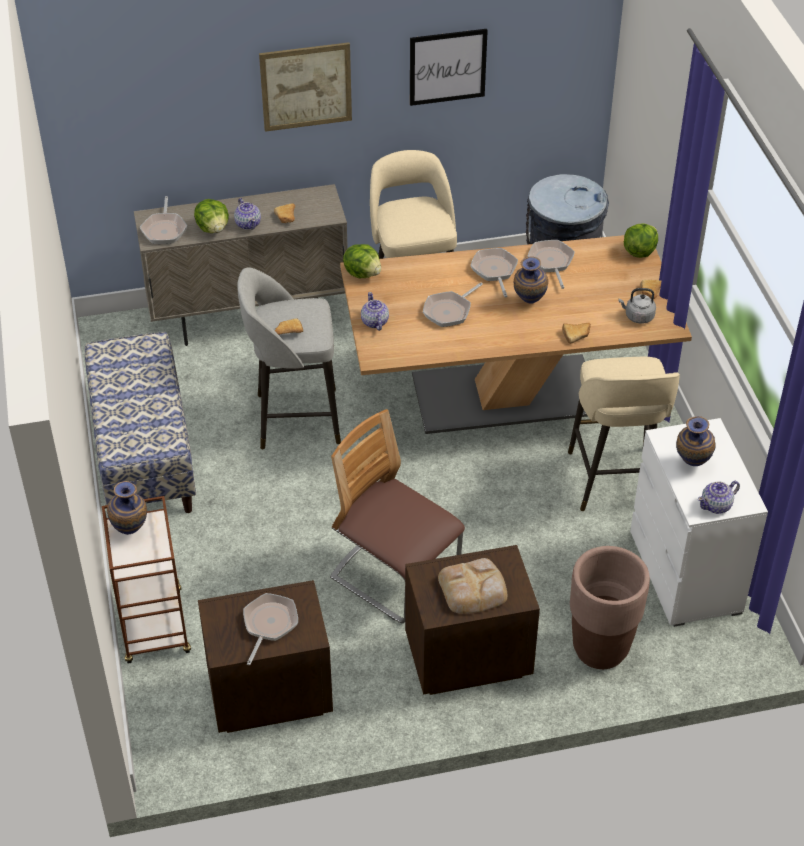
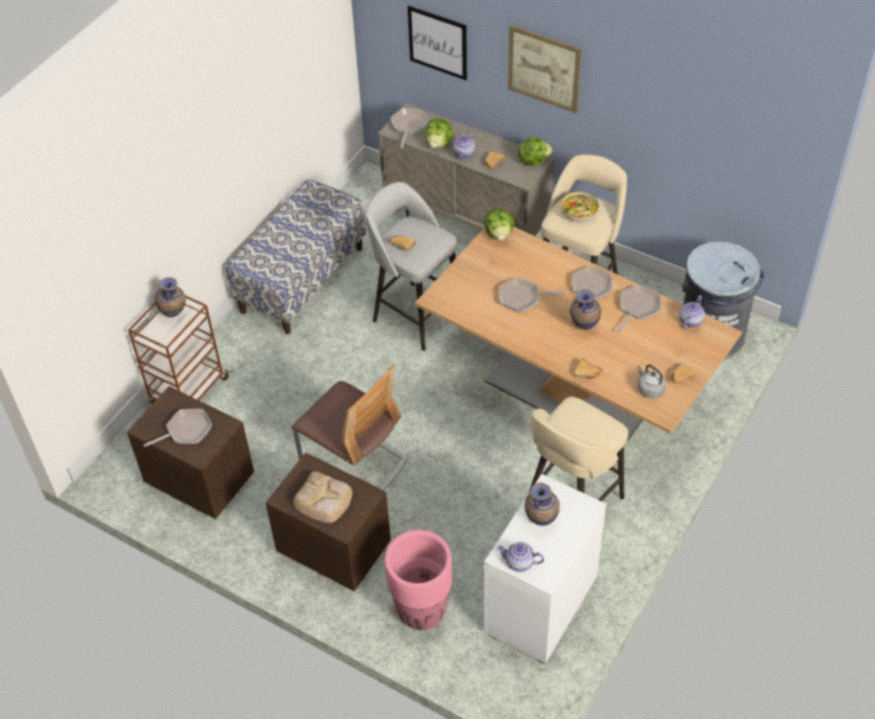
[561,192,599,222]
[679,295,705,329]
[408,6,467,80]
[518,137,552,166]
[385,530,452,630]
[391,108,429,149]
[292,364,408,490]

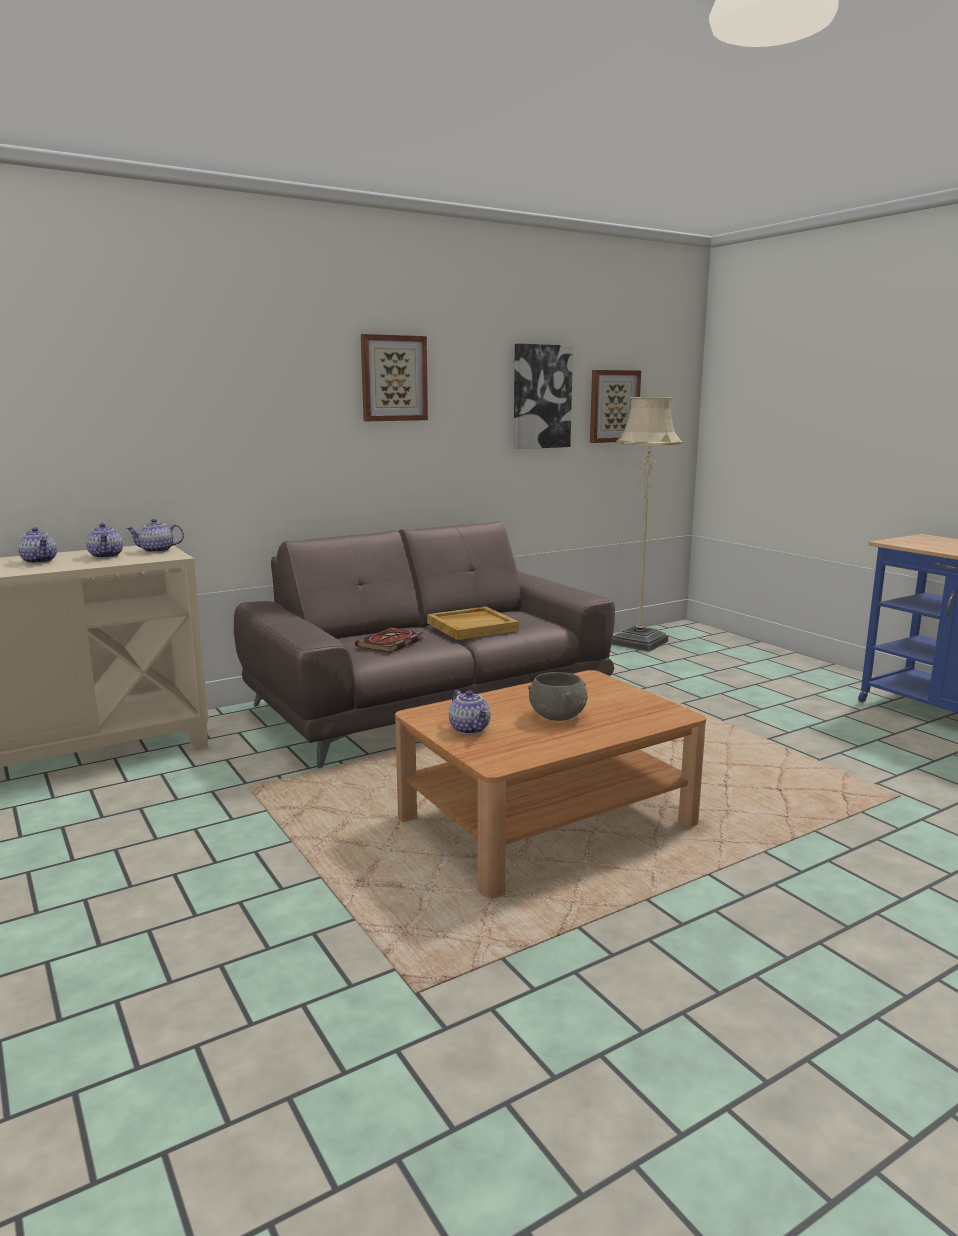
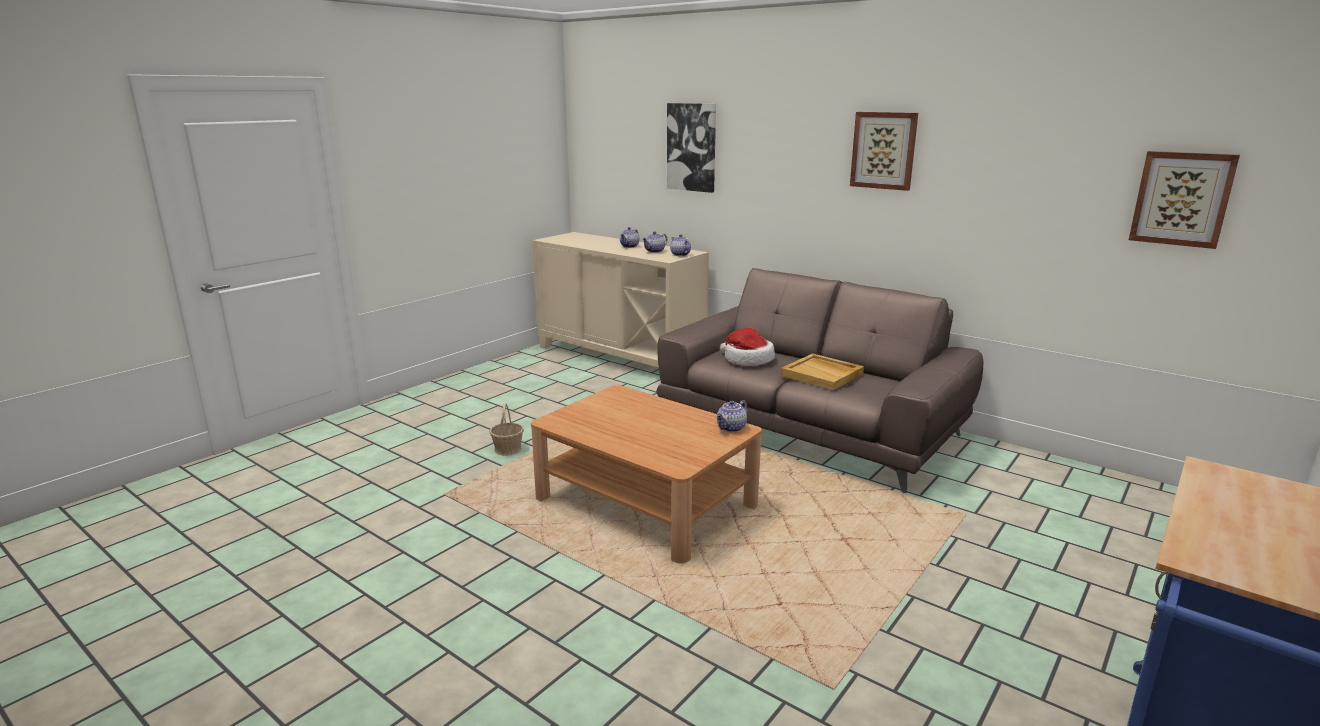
[528,672,588,721] (first image)
[611,397,682,652] (first image)
[490,403,524,456]
[716,400,747,432]
[667,103,716,193]
[720,328,775,366]

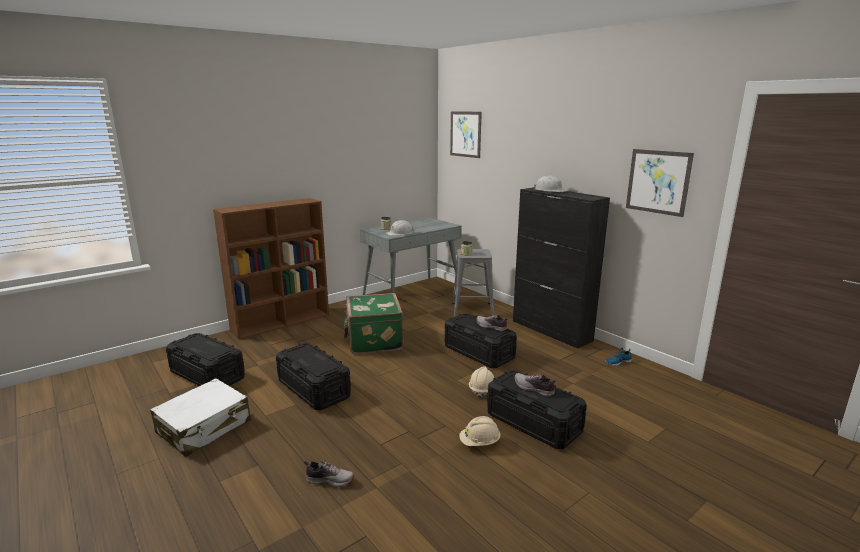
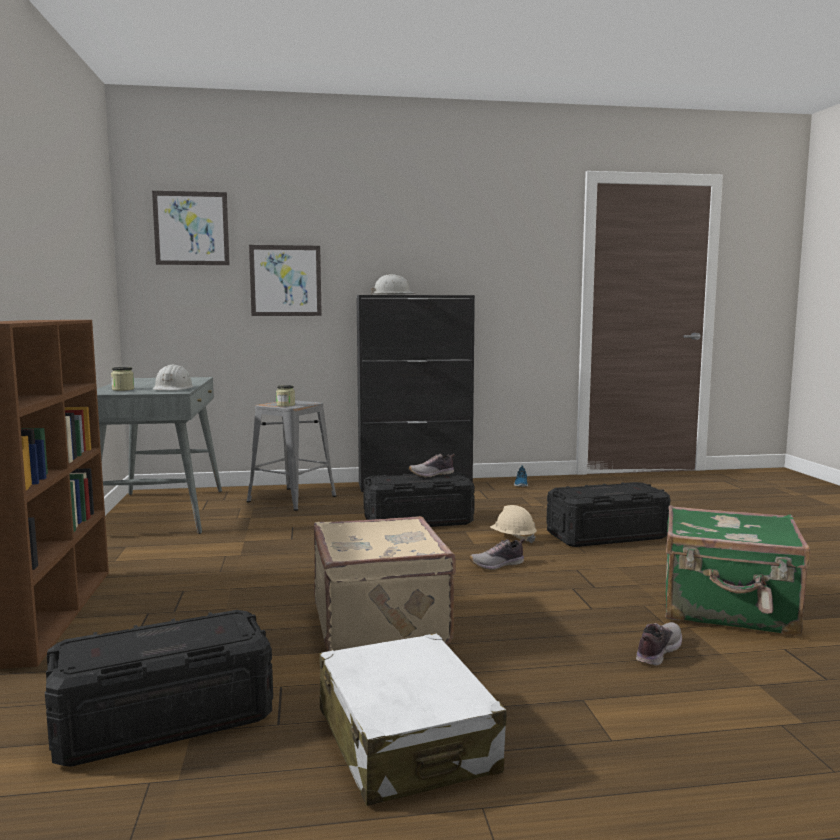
[459,416,501,446] (first image)
[666,505,810,636]
[469,539,525,570]
[249,245,322,316]
[313,516,456,652]

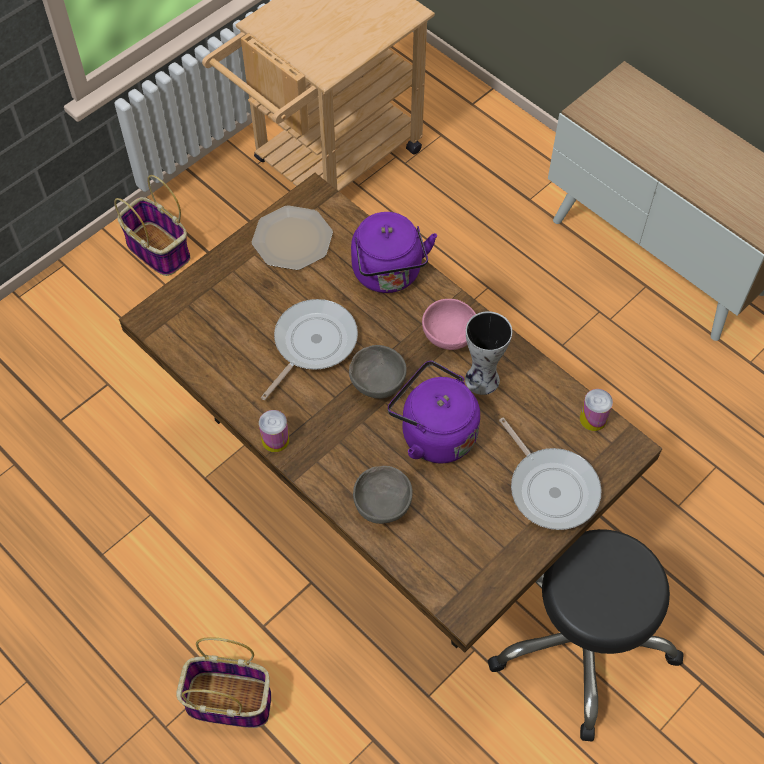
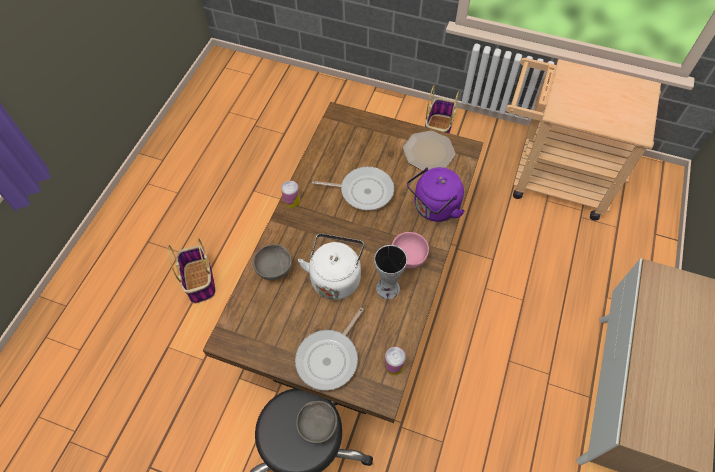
[296,401,337,444]
[298,234,364,300]

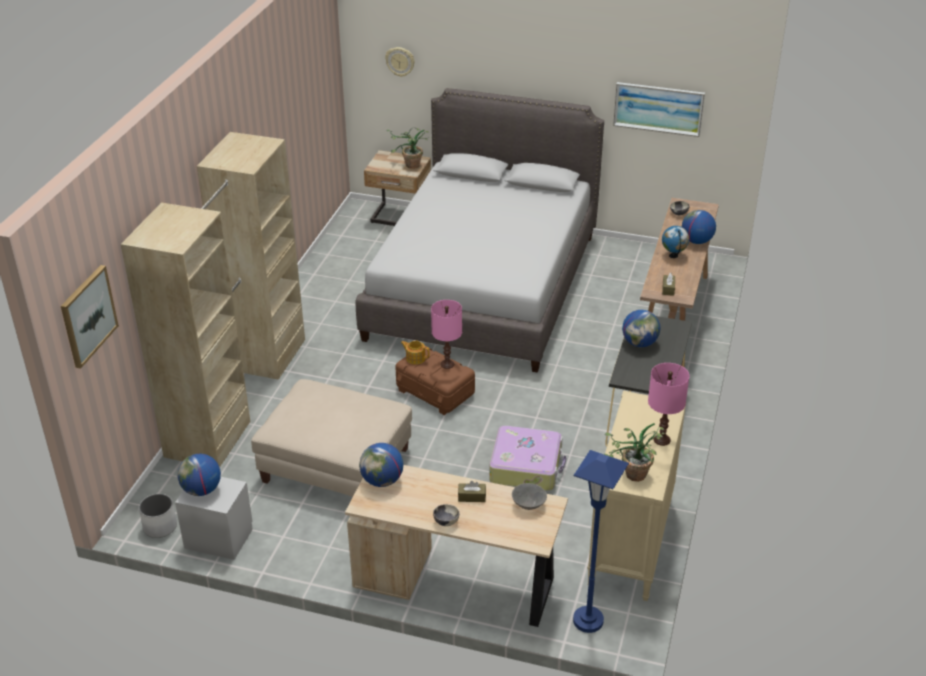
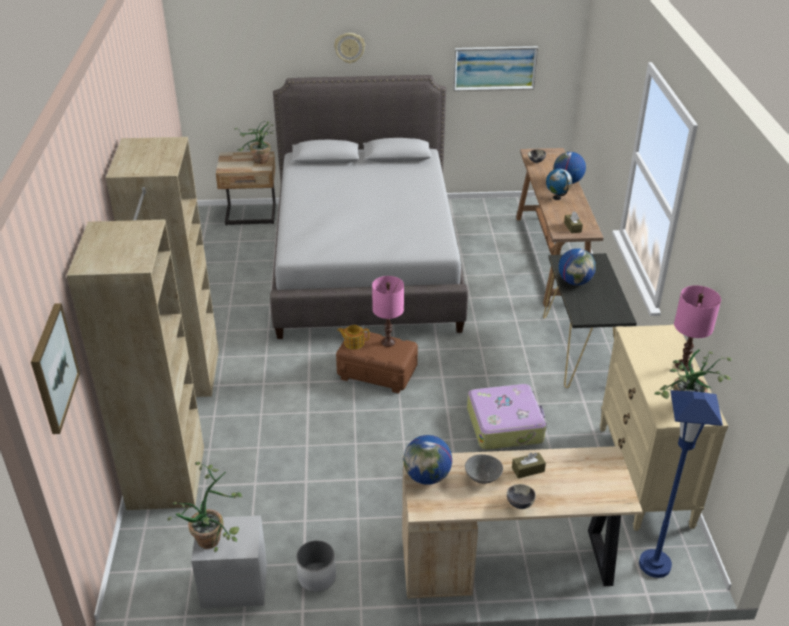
[251,379,412,497] (first image)
[296,540,336,592]
[334,33,365,64]
[465,454,503,484]
[168,462,243,552]

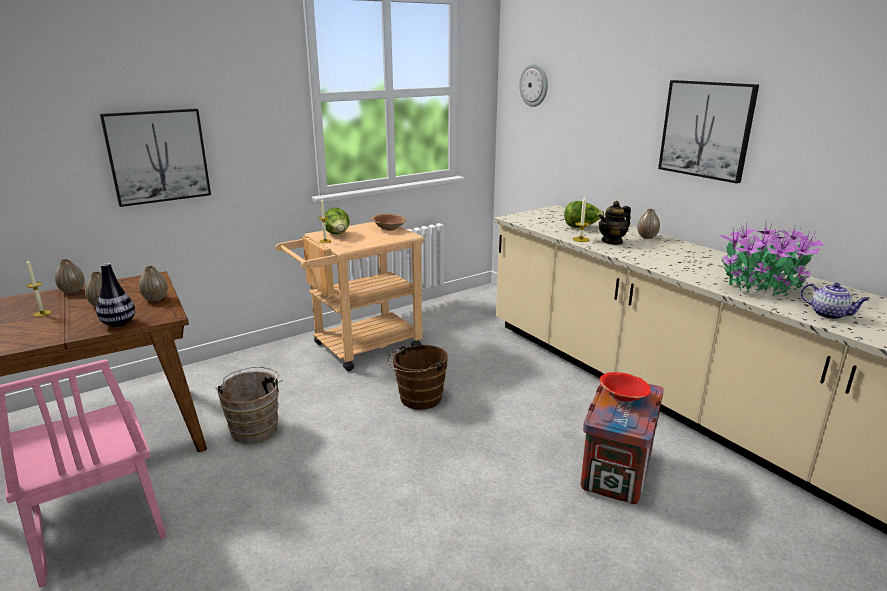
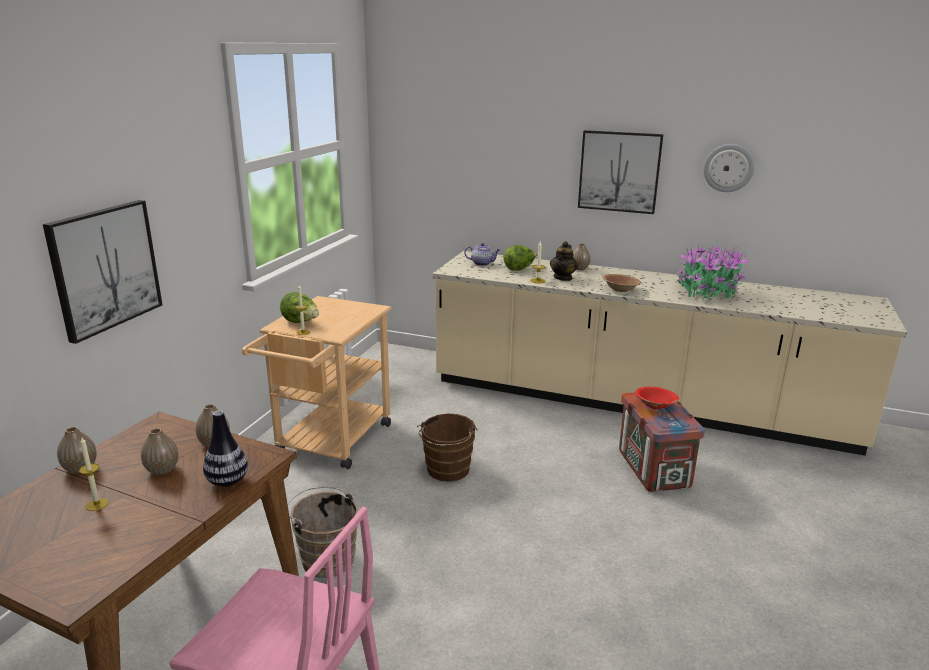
[602,274,641,292]
[703,144,754,192]
[464,243,500,266]

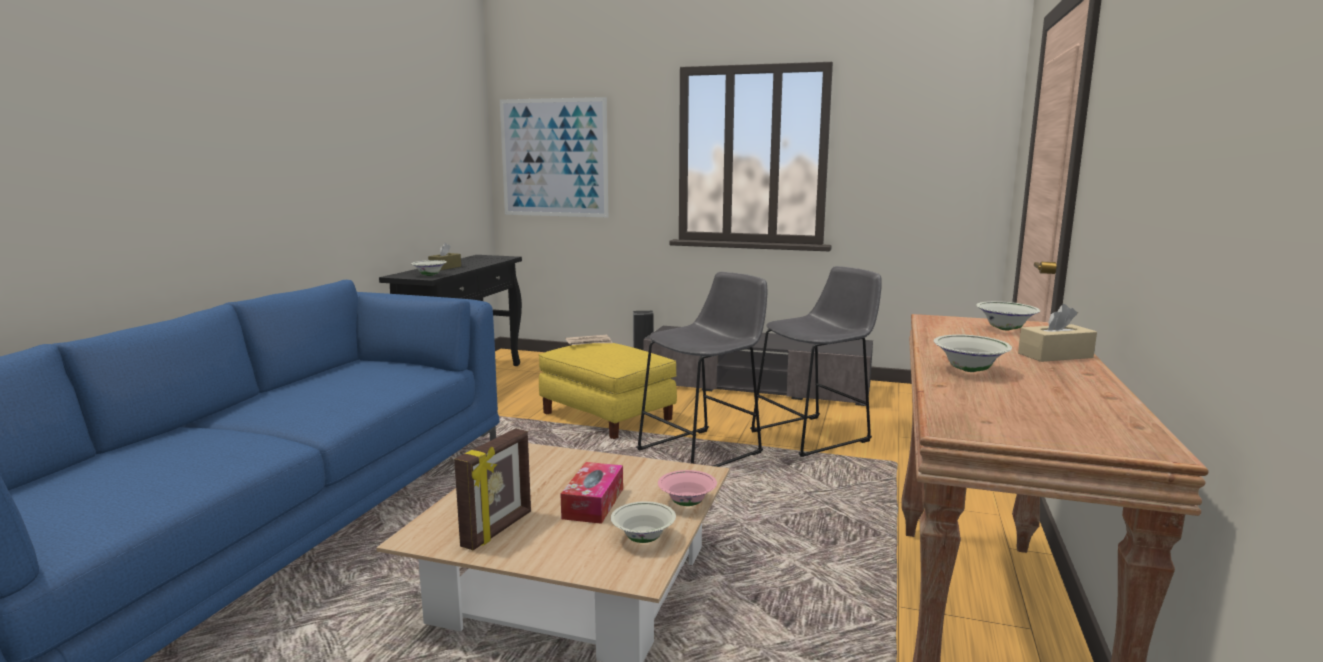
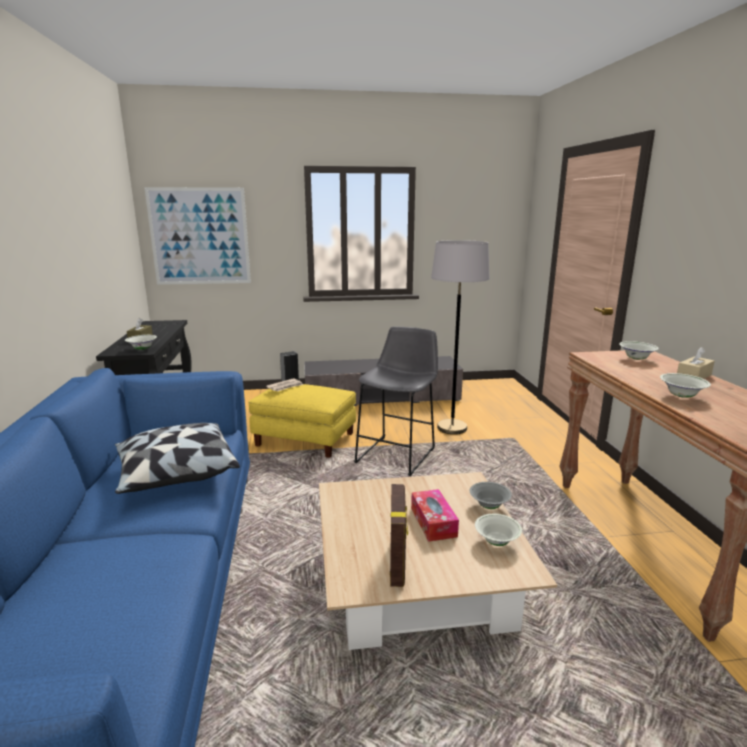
[115,423,240,494]
[431,240,490,434]
[470,482,512,509]

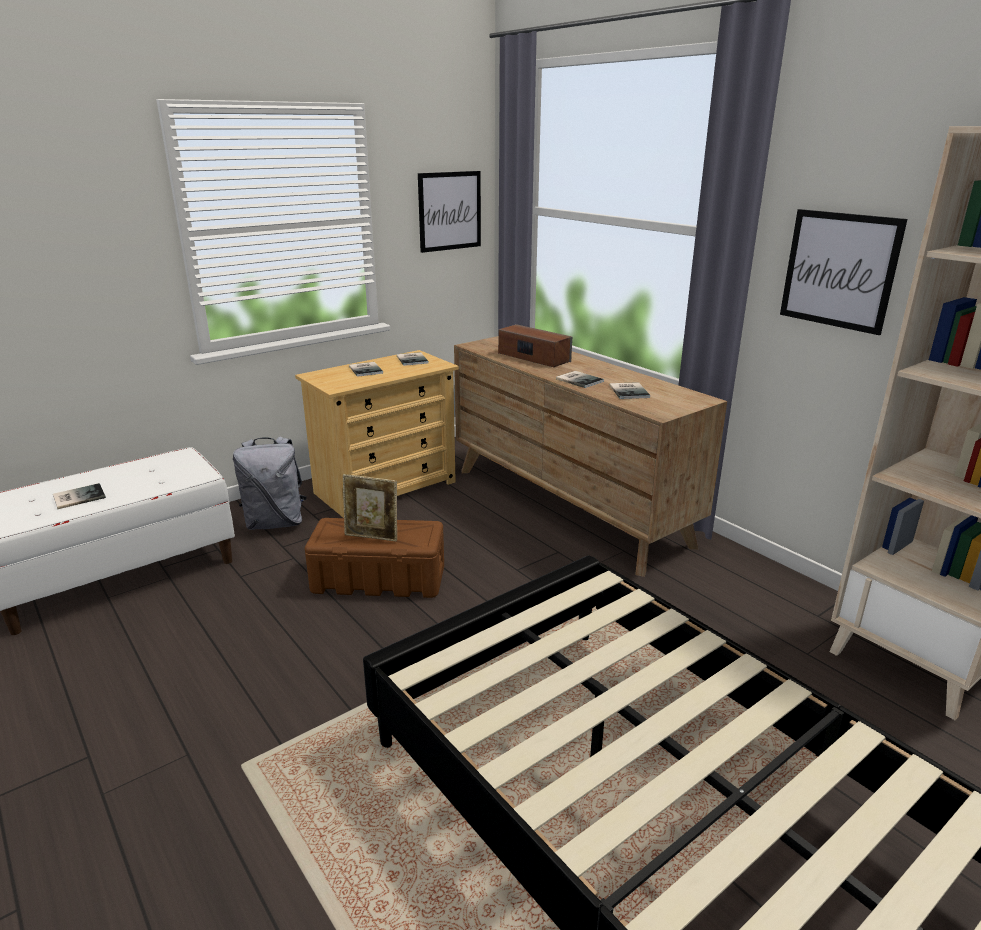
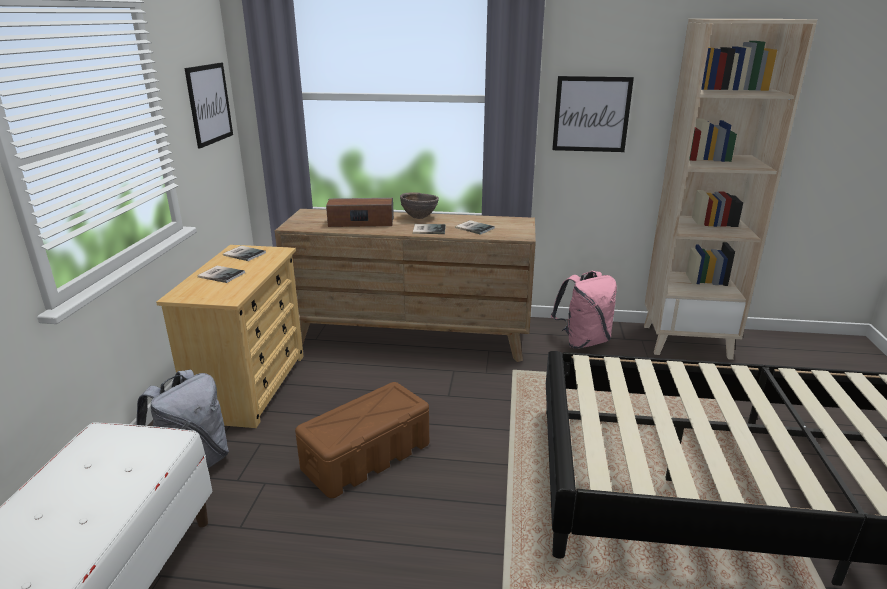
[53,483,106,509] (first image)
[343,474,397,542] (first image)
[400,192,439,219]
[551,271,617,349]

